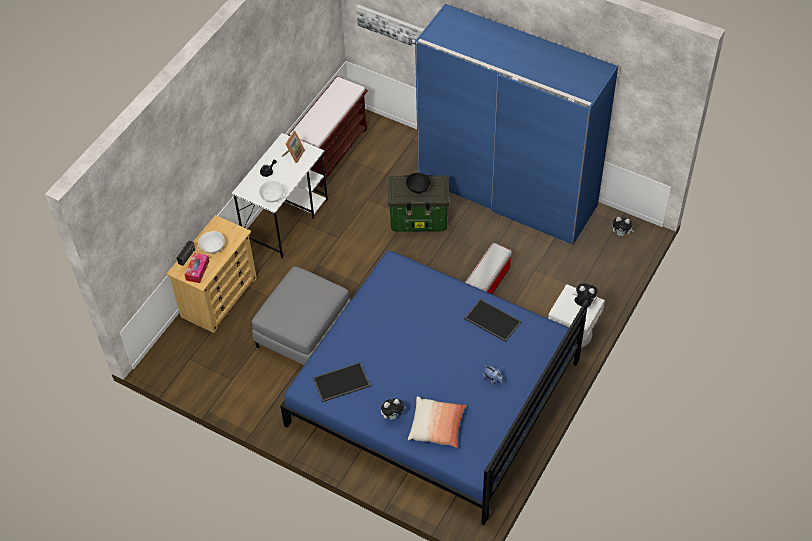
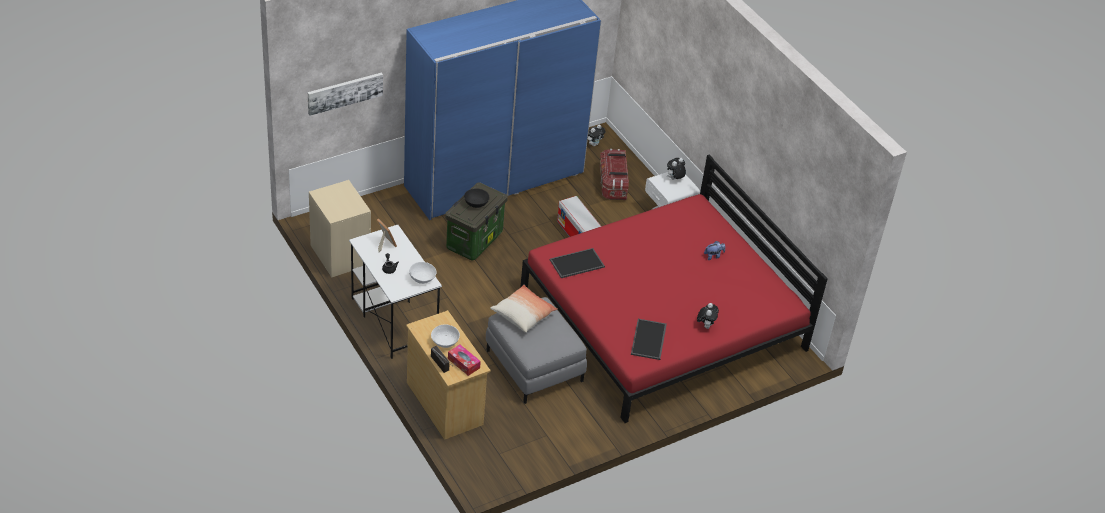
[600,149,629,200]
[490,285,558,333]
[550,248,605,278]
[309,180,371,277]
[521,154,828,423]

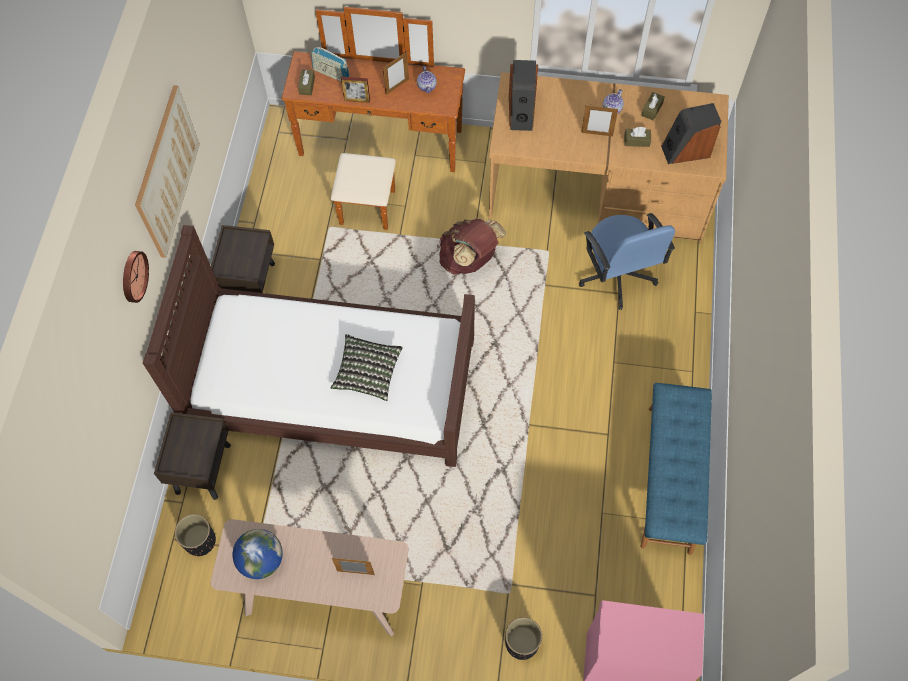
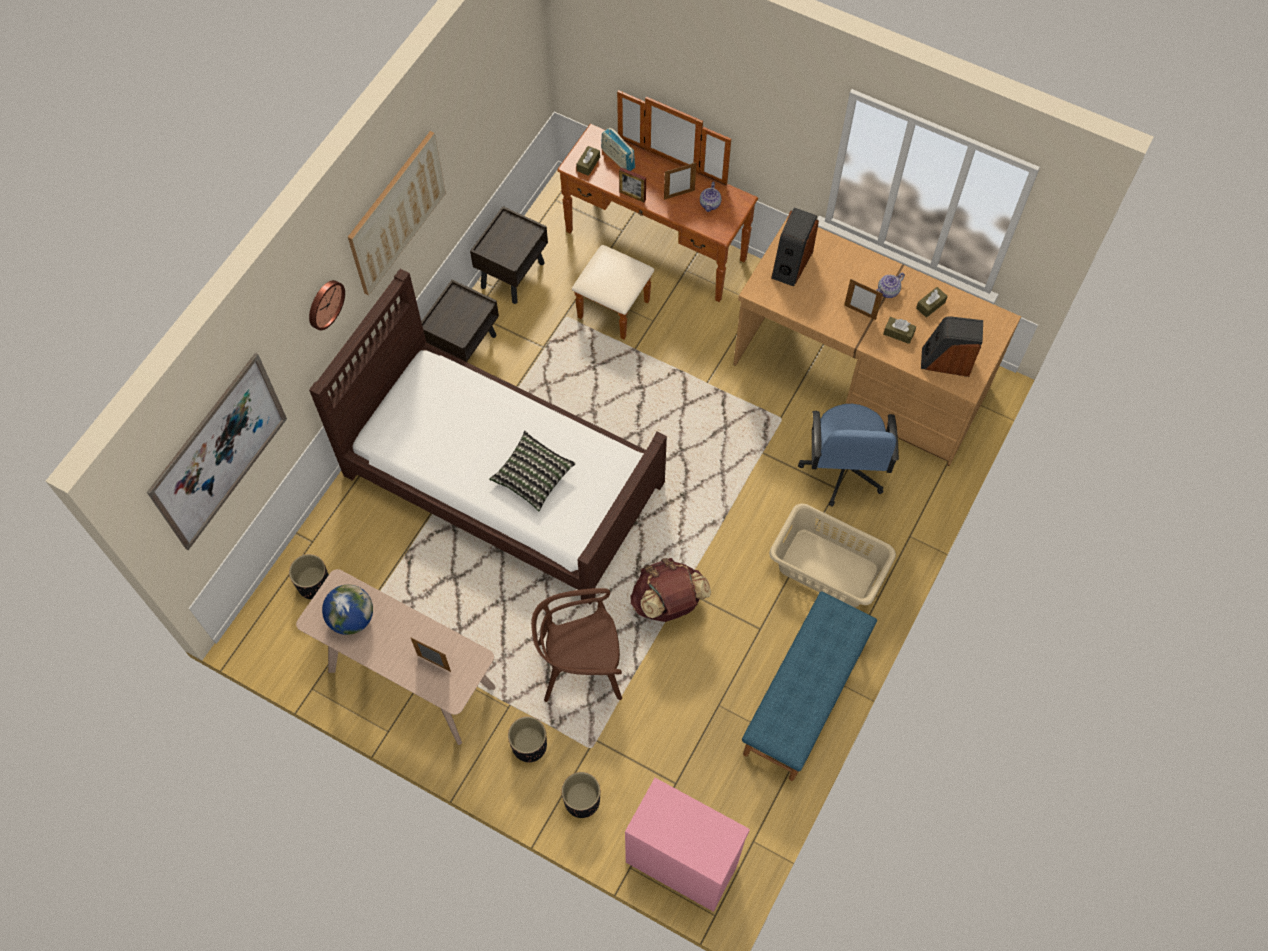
[147,353,287,550]
[508,716,547,763]
[531,588,622,702]
[769,504,896,608]
[470,206,548,304]
[630,558,711,622]

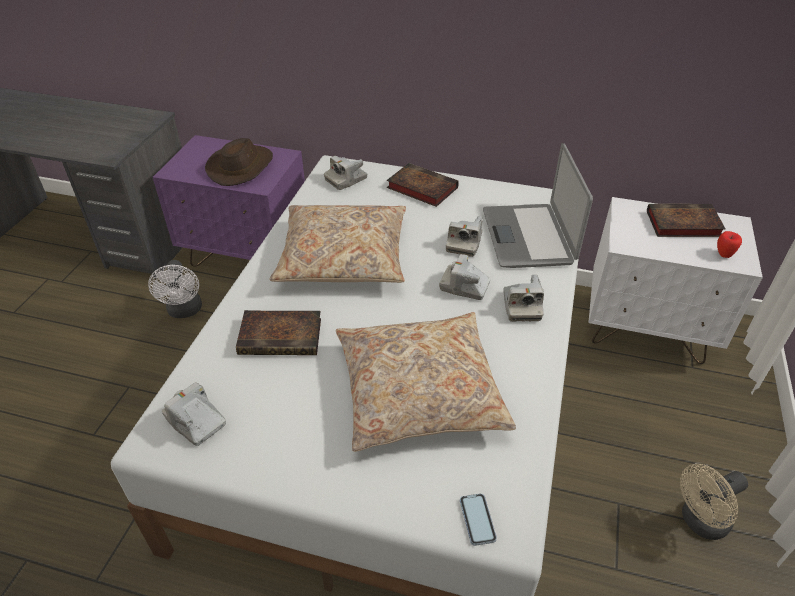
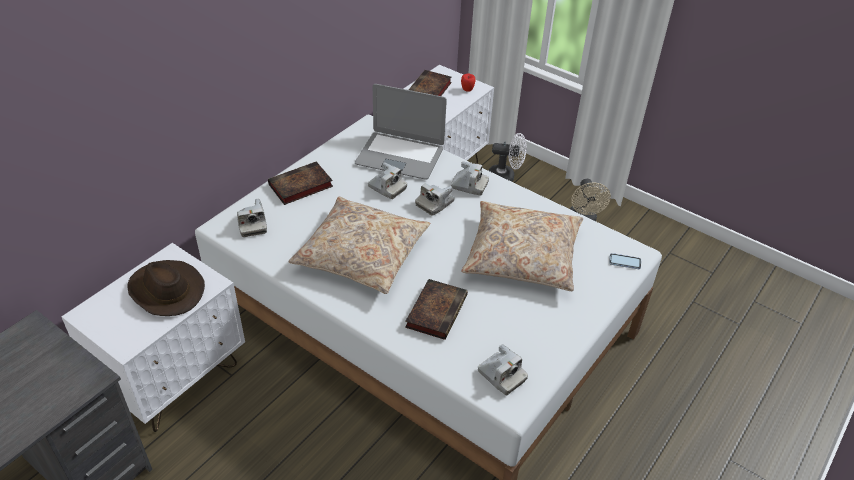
[489,133,527,182]
[61,243,245,432]
[478,344,528,395]

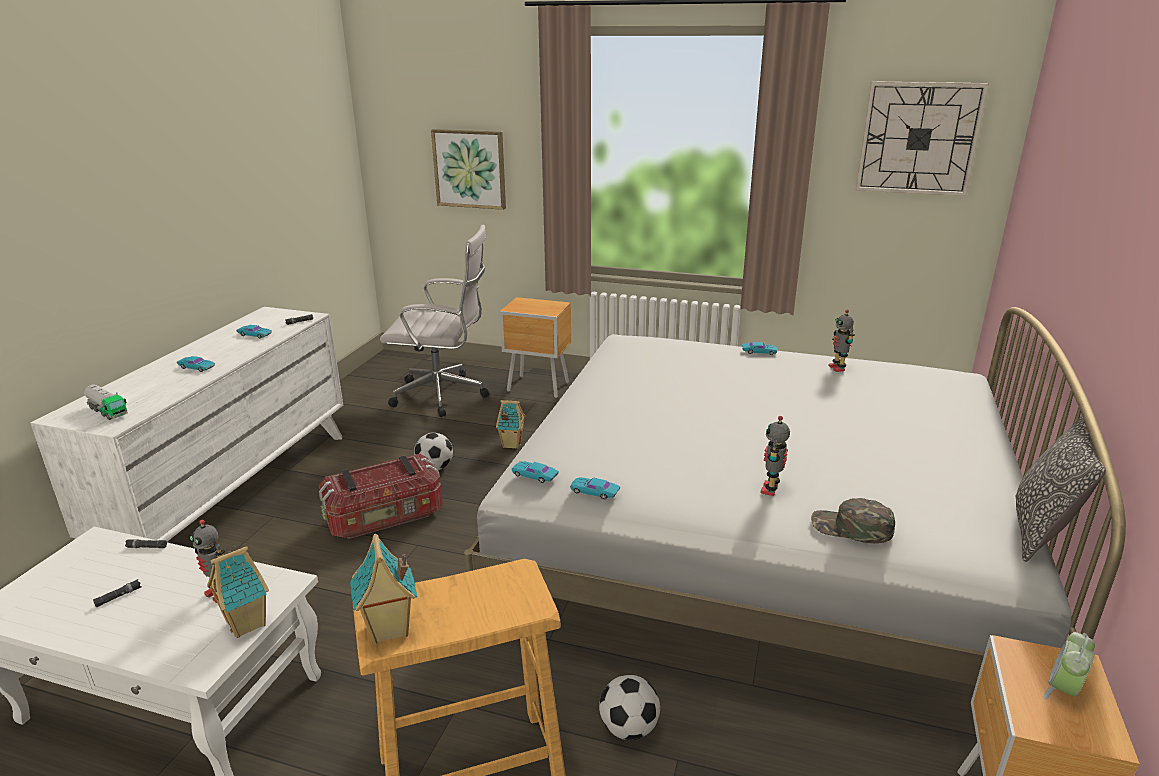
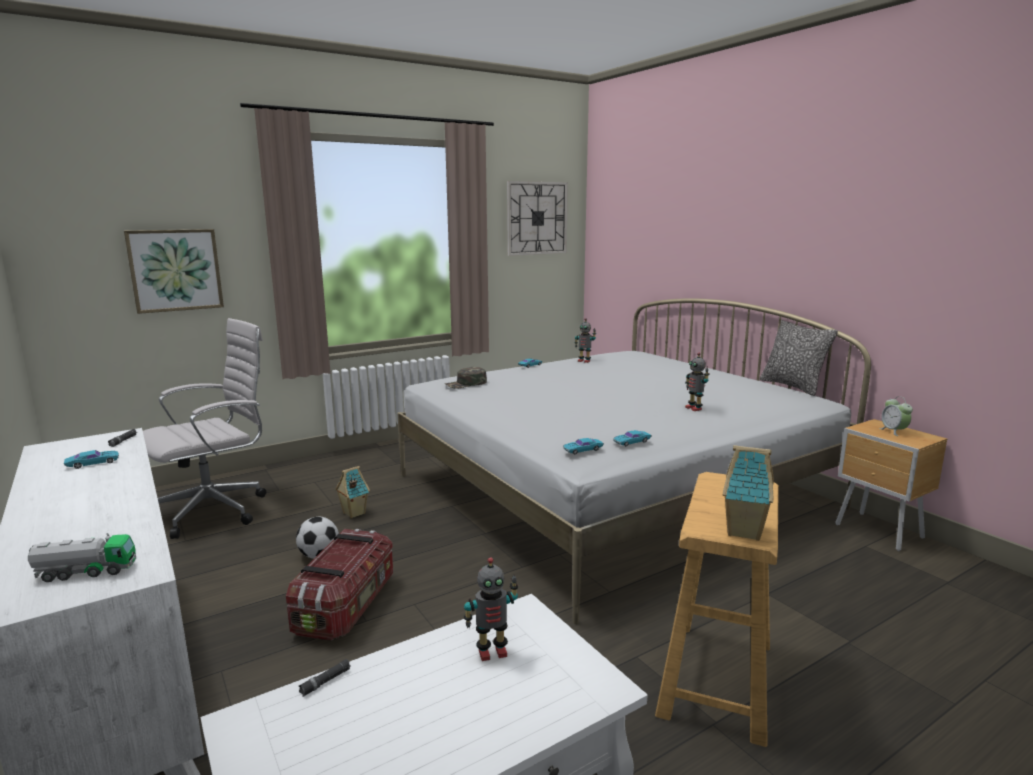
[93,579,142,608] (first image)
[177,356,215,372] (first image)
[207,546,269,638] (first image)
[500,297,571,398] (first image)
[599,675,660,740] (first image)
[444,367,487,389]

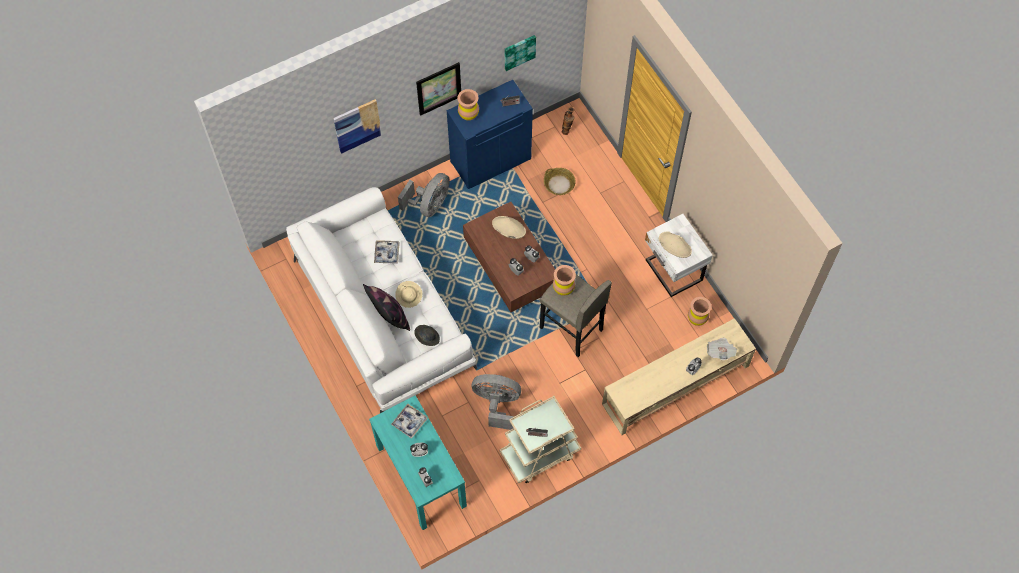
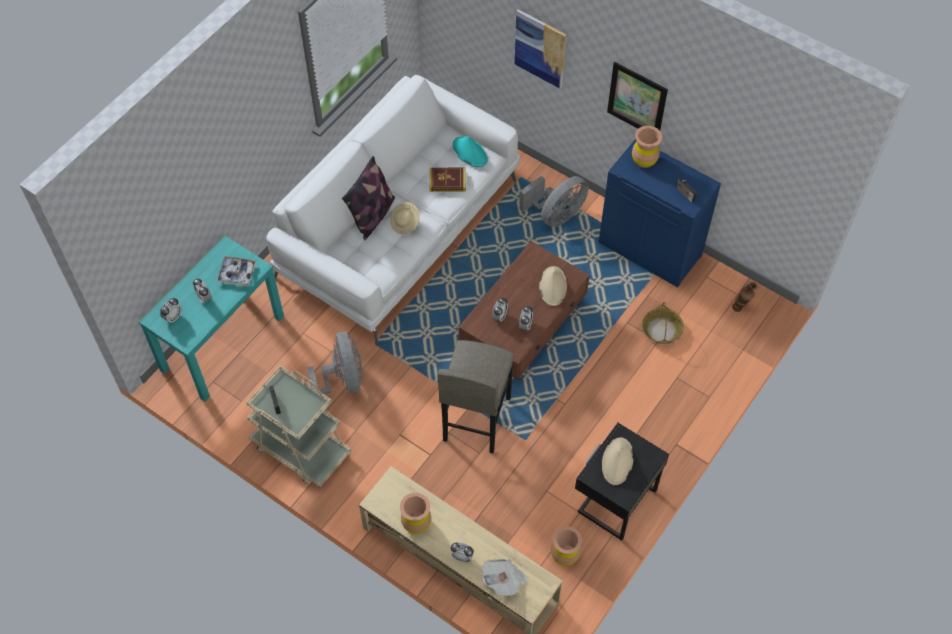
[414,325,440,346] (first image)
[505,35,536,71] (first image)
[453,136,488,167]
[400,493,432,534]
[430,168,466,192]
[575,423,669,541]
[519,176,589,227]

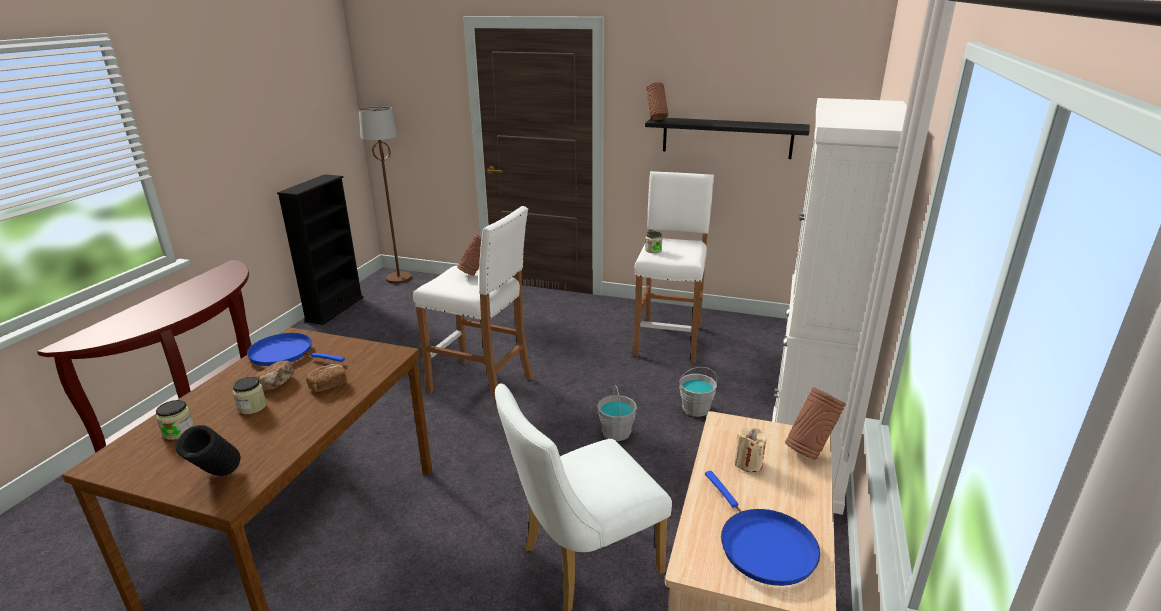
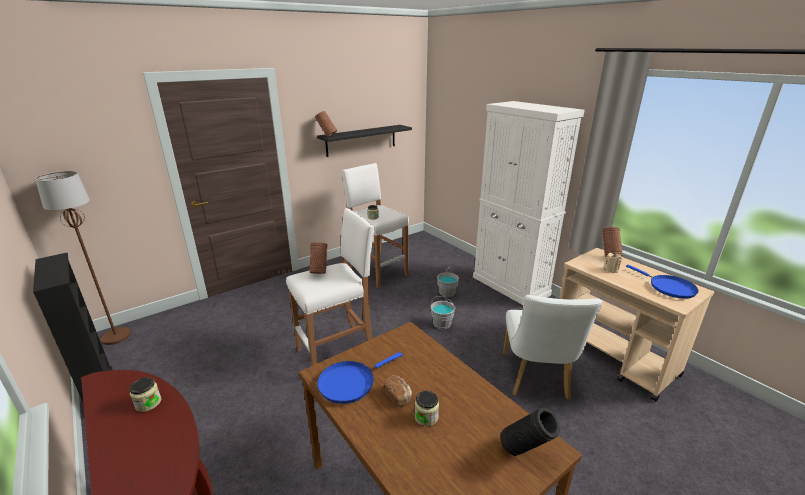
[306,364,347,392] (first image)
[130,377,161,412]
[626,265,699,299]

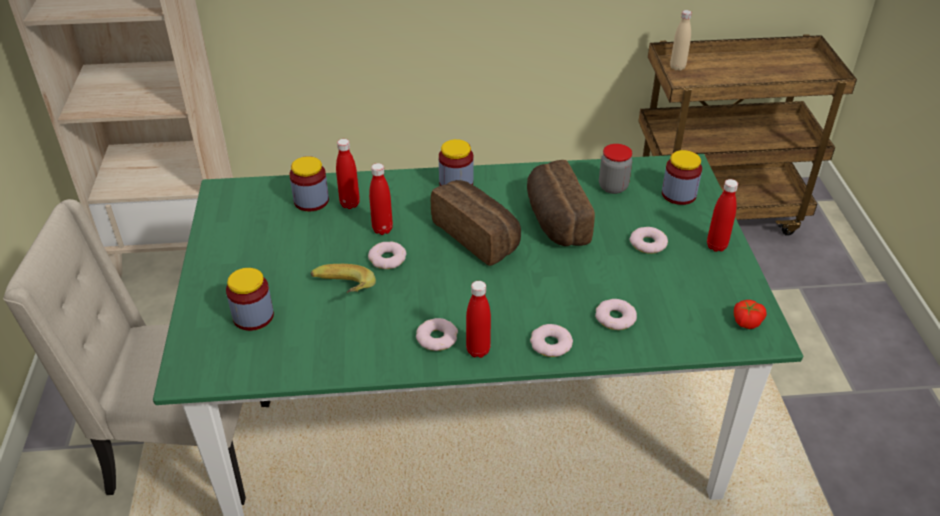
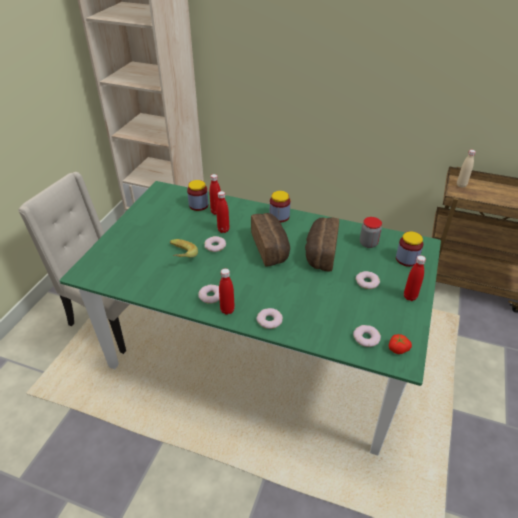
[226,268,274,331] (first image)
[353,325,381,347]

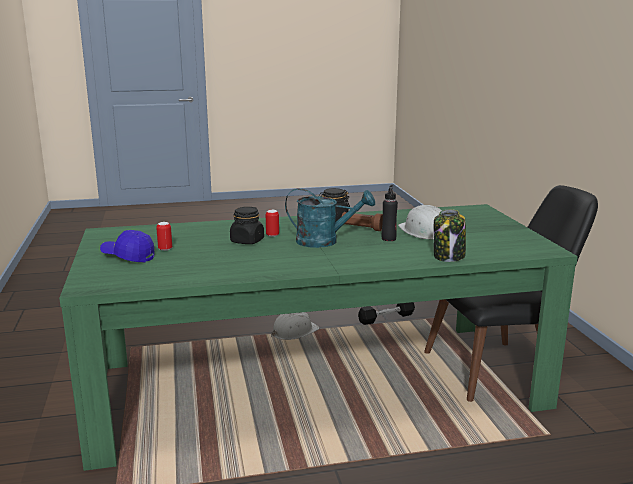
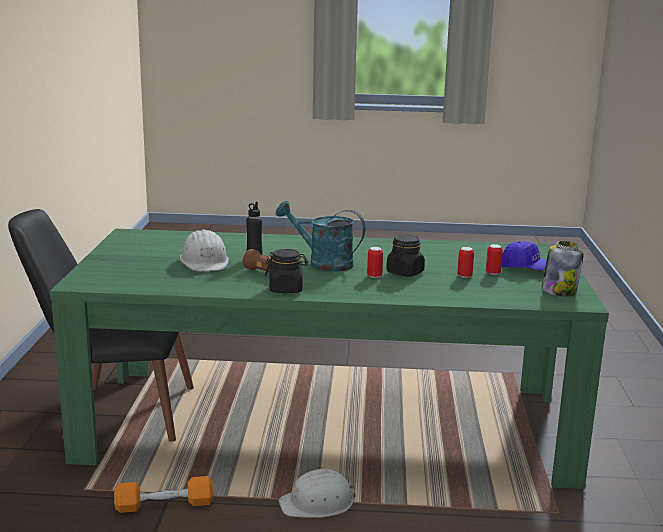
[457,247,474,278]
[542,241,584,296]
[114,476,213,513]

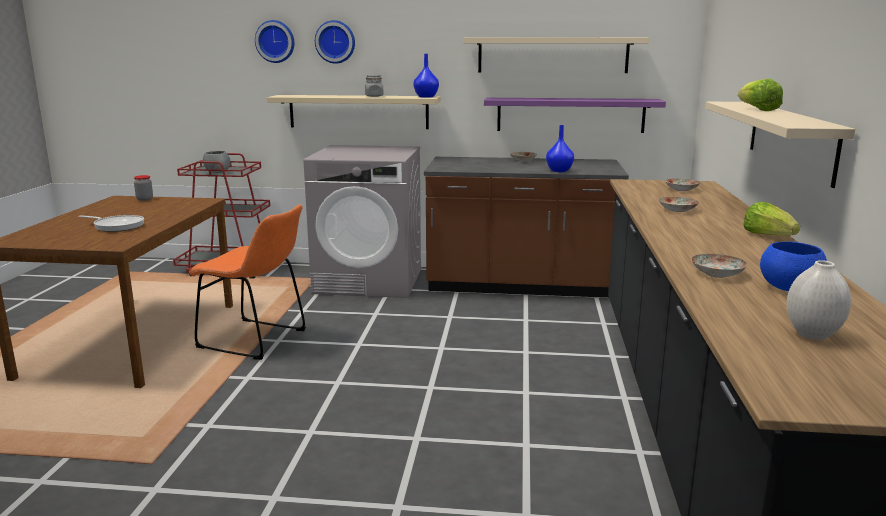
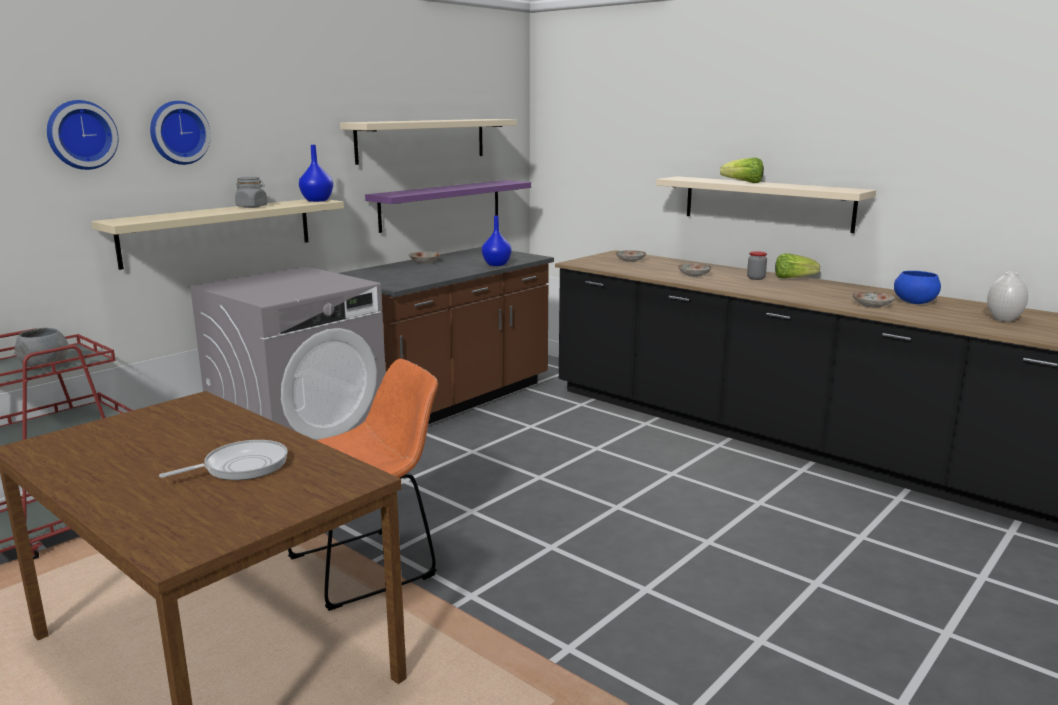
[747,251,767,280]

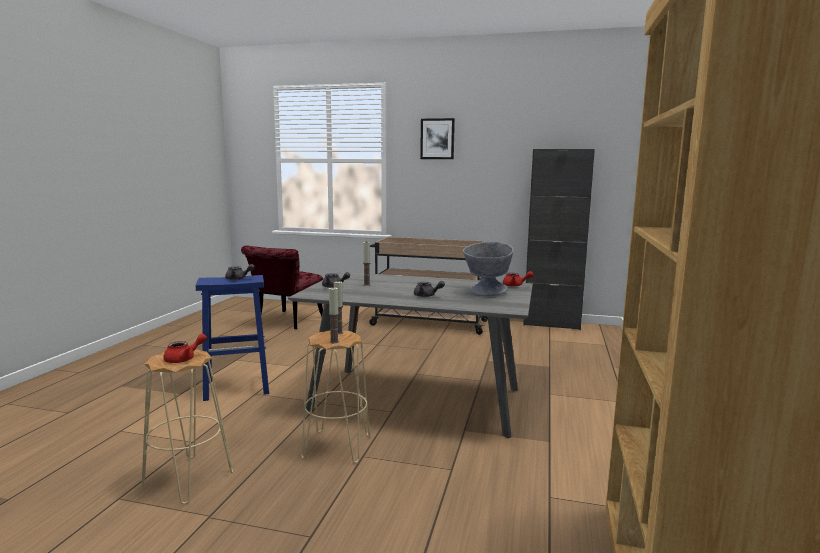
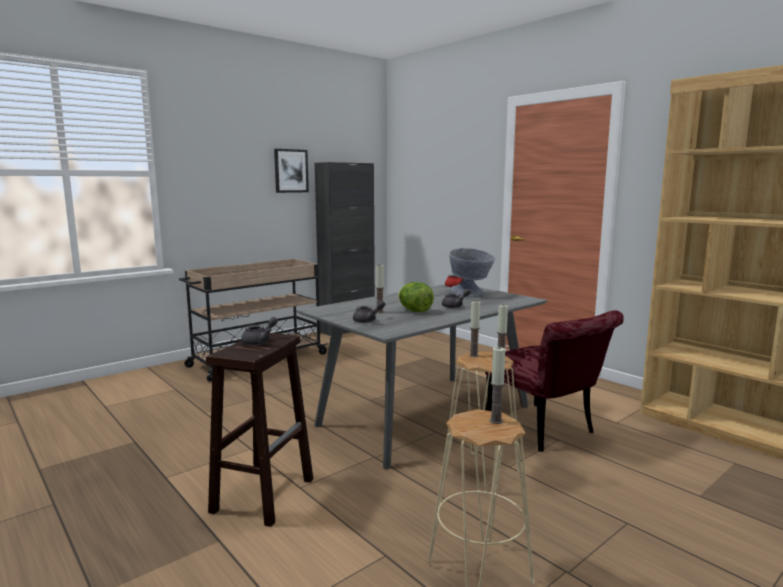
[398,282,434,312]
[485,310,624,452]
[274,149,309,193]
[490,347,505,424]
[206,333,313,527]

